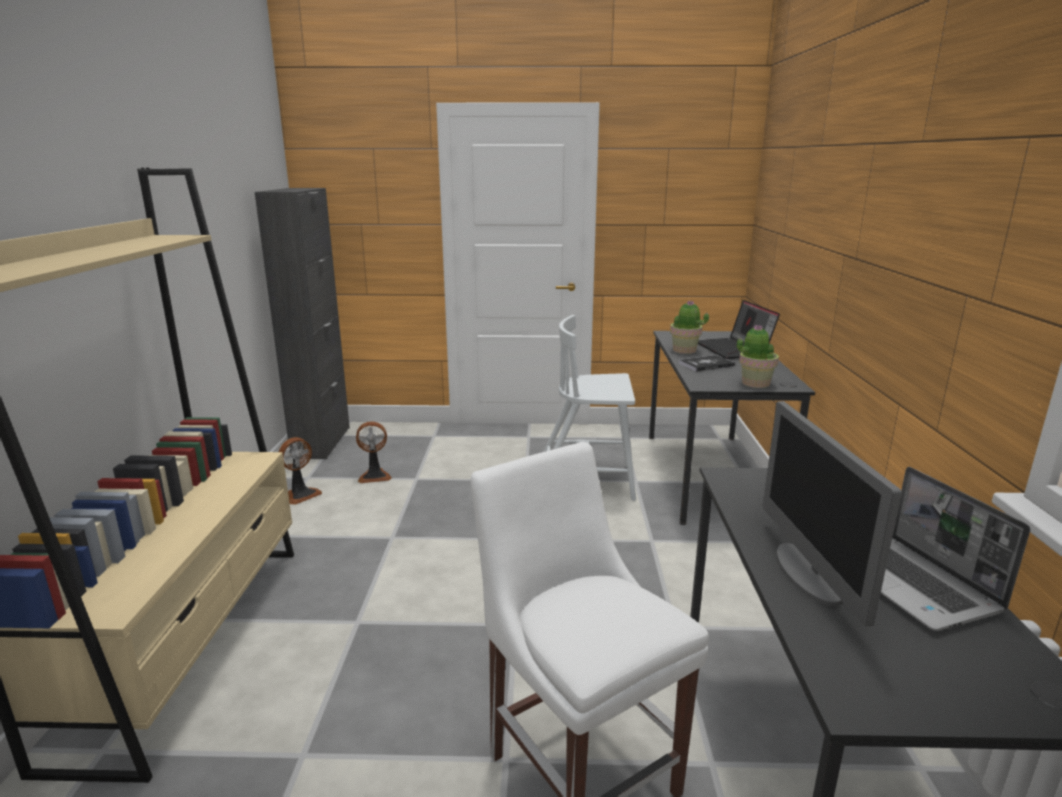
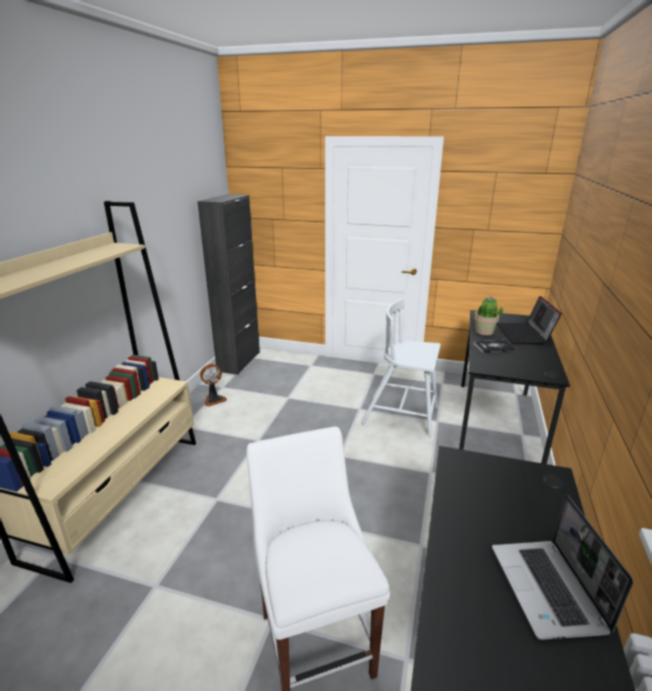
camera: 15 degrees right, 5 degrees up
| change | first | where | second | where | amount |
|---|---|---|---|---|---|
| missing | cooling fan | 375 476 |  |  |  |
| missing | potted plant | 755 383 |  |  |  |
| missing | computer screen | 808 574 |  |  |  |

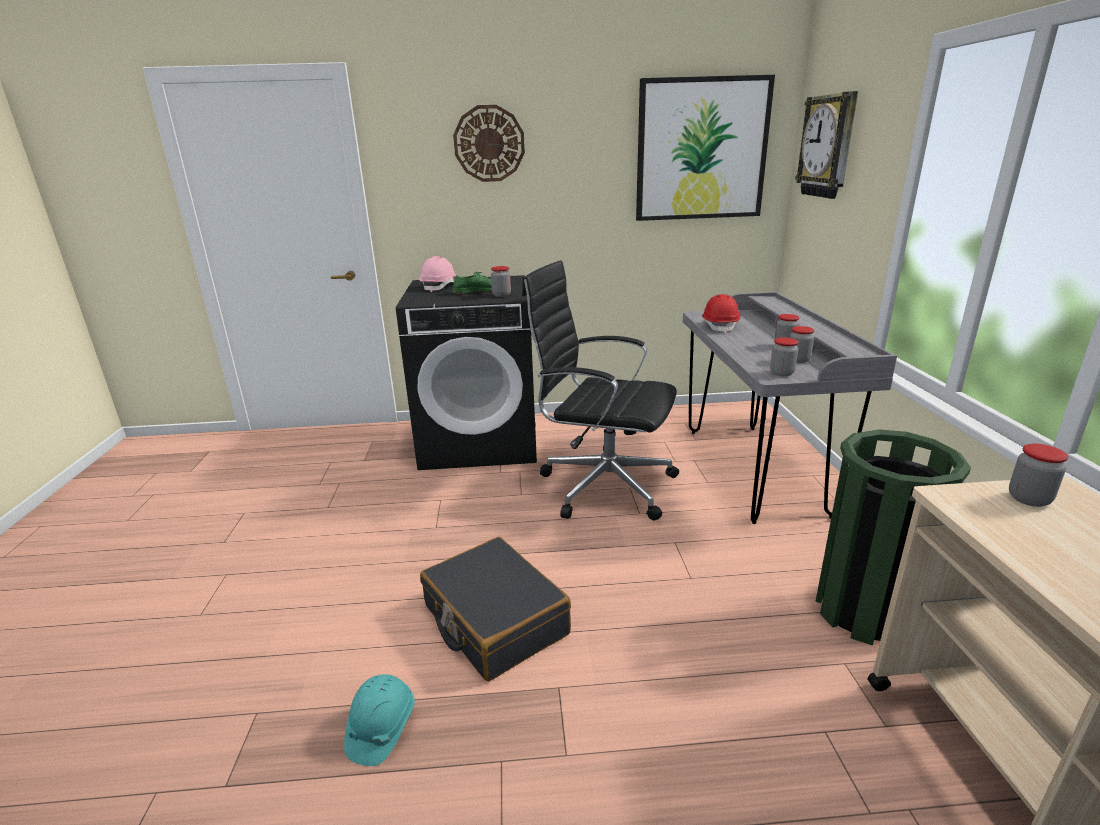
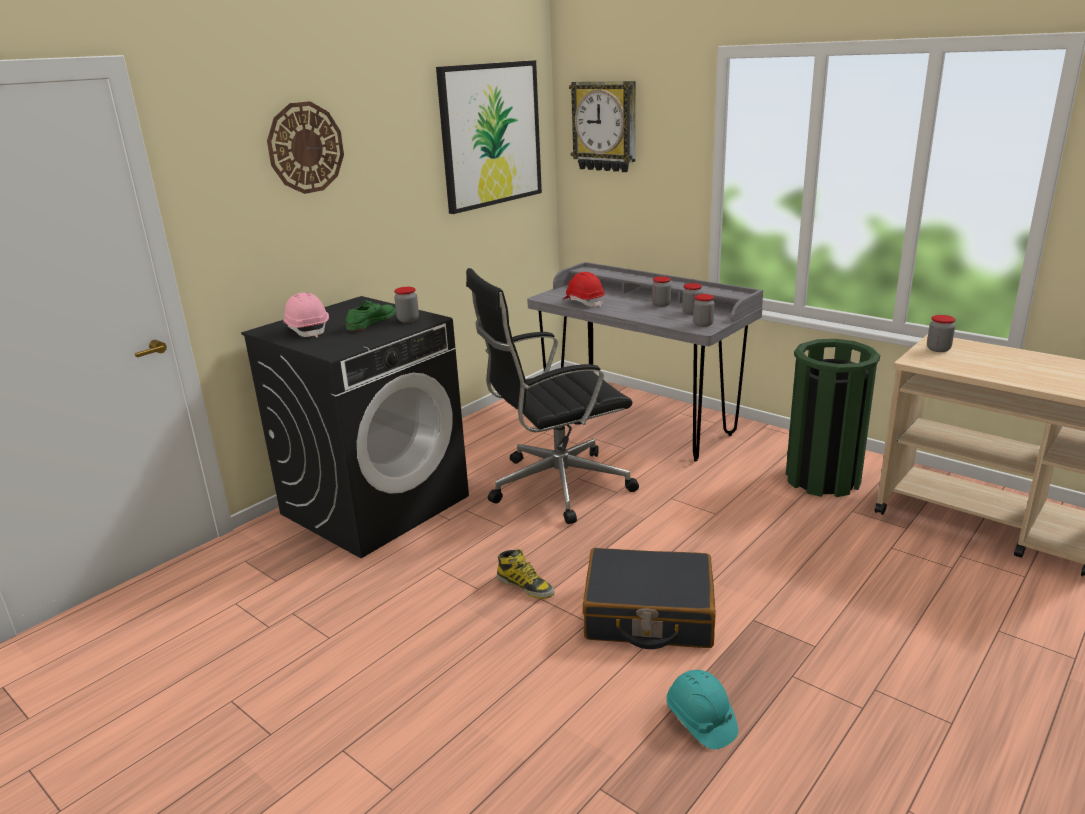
camera: 45 degrees left, 0 degrees up
| change | first | where | second | where | amount |
|---|---|---|---|---|---|
| appeared |  |  | high-top boot | 526 586 |  |

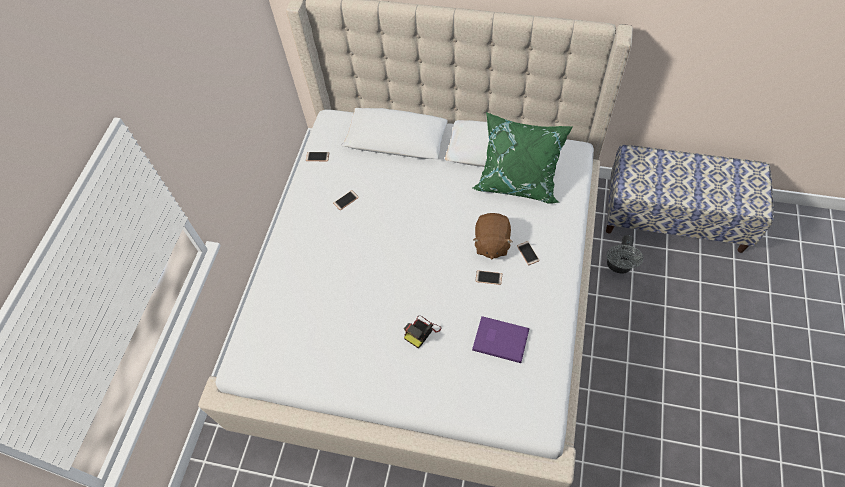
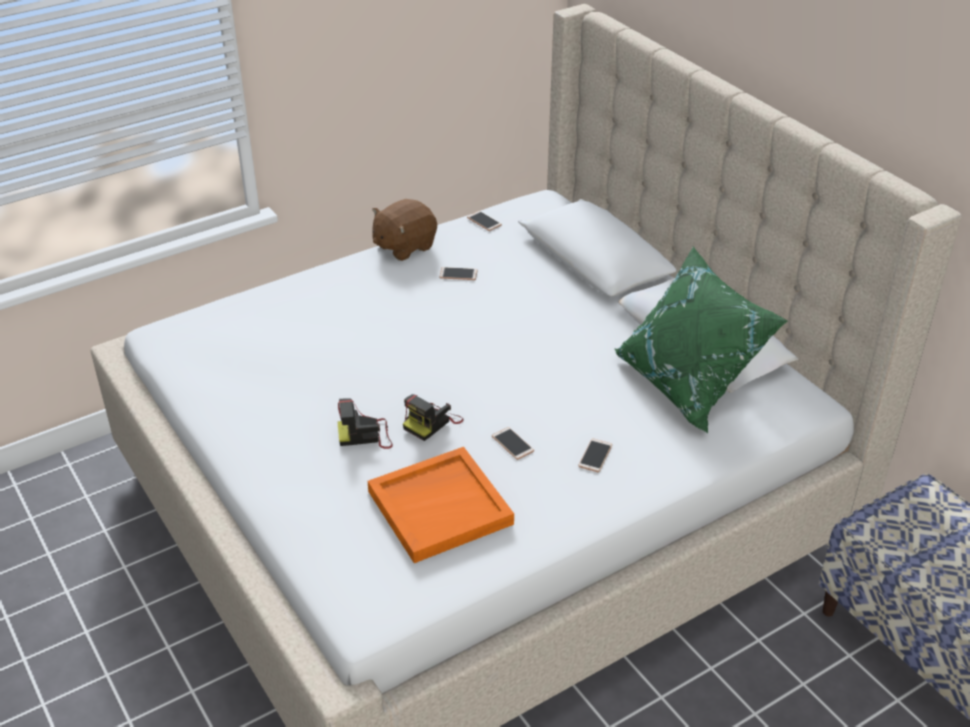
camera: 40 degrees right, 20 degrees down
| change | first | where | second | where | amount |
|---|---|---|---|---|---|
| missing | gray cooling fan | 619 266 |  |  |  |
| appeared |  |  | photo camera | 432 422 |  |
| relocated | brownish cuddly toy | 491 243 |  | 404 246 |  |
| exchanged | purplish book | 500 339 | orangey serving tray | 440 506 |  |

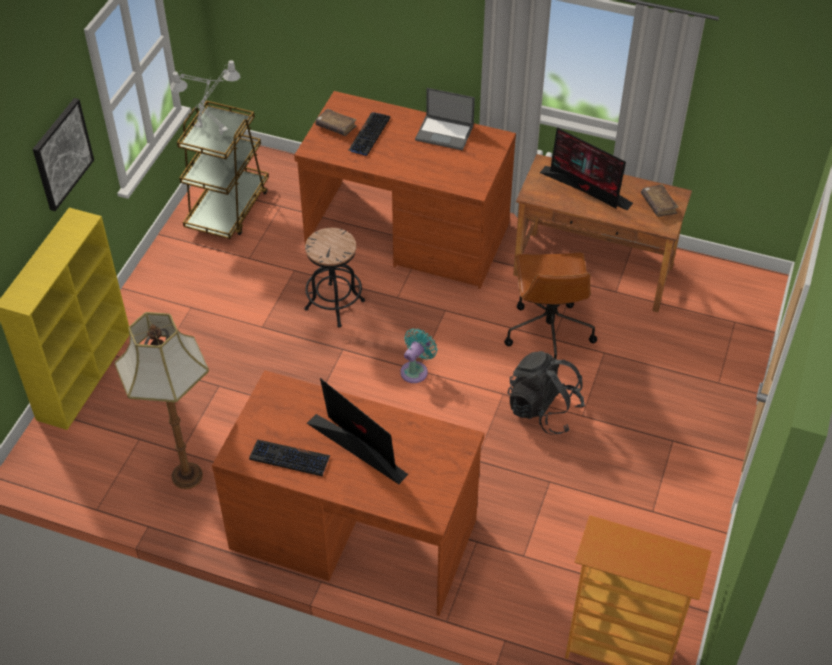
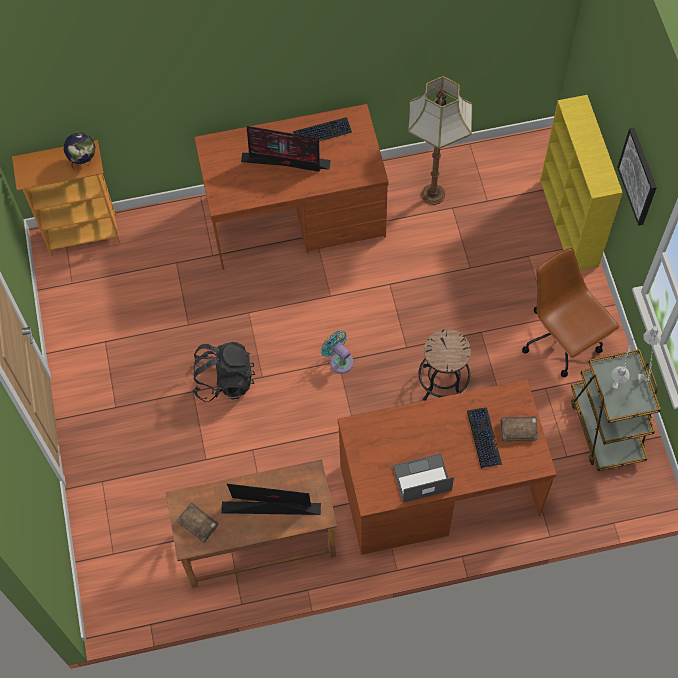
camera: 150 degrees right, 15 degrees up
| change | first | where | second | where | amount |
|---|---|---|---|---|---|
| appeared |  |  | desk globe | 84 161 |  |
| relocated | brownish office chair | 548 332 |  | 562 340 |  |
| spun | blue-green cooling fan | 416 370 |  | 339 360 | 135 degrees clockwise |

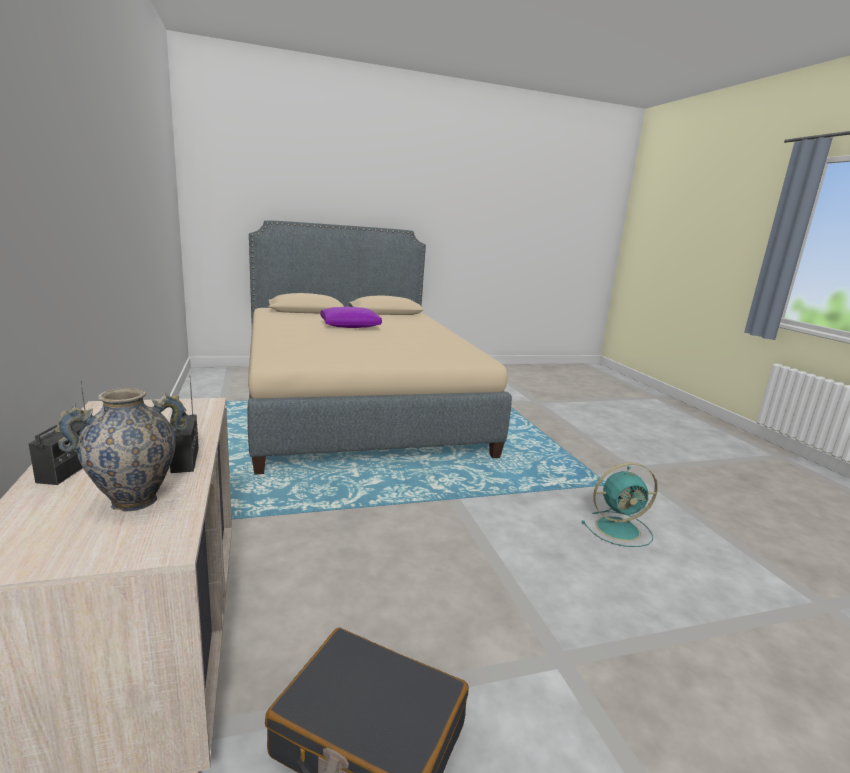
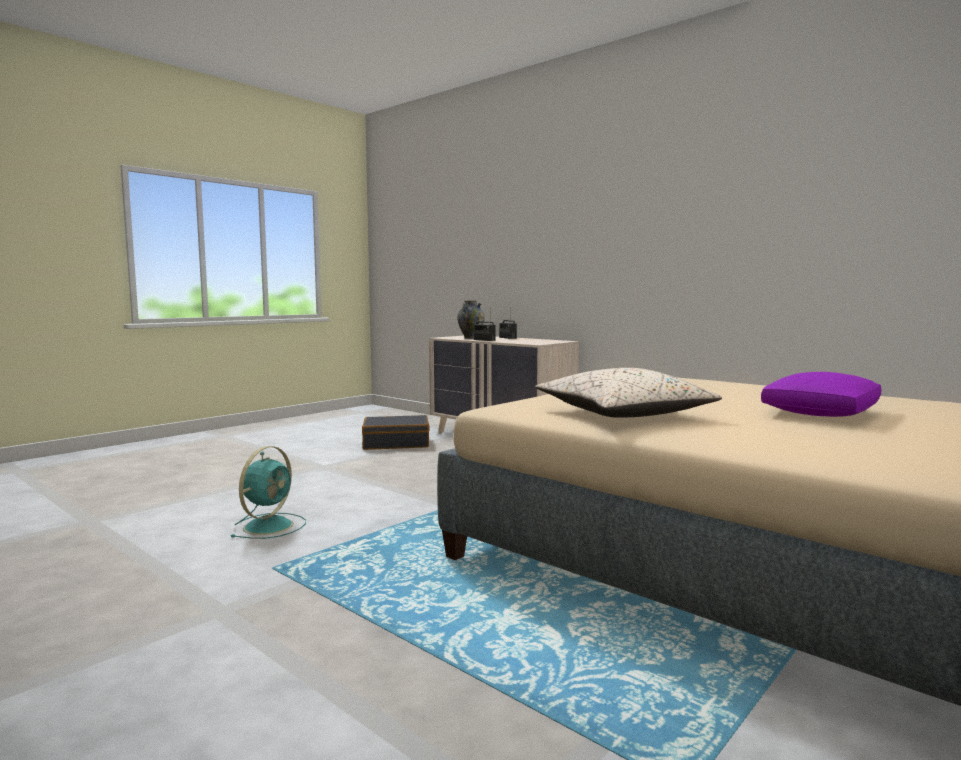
camera: 150 degrees right, 10 degrees down
| change | first | where | second | where | amount |
|---|---|---|---|---|---|
| appeared |  |  | beige throw pillow | 624 414 |  |
| spun | blue-green cooling fan | 619 529 |  | 270 525 | 150 degrees clockwise |

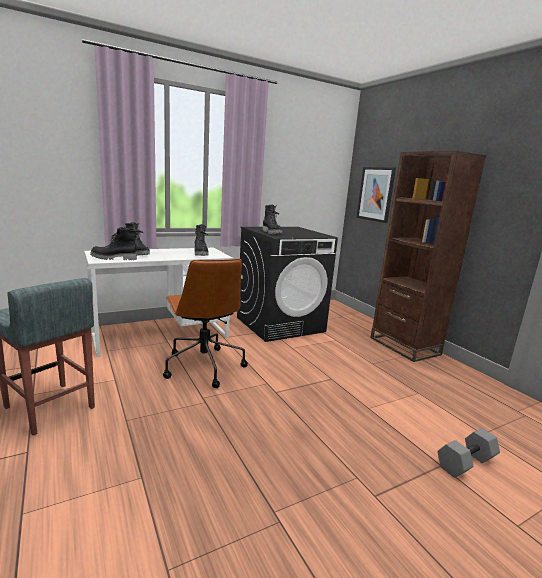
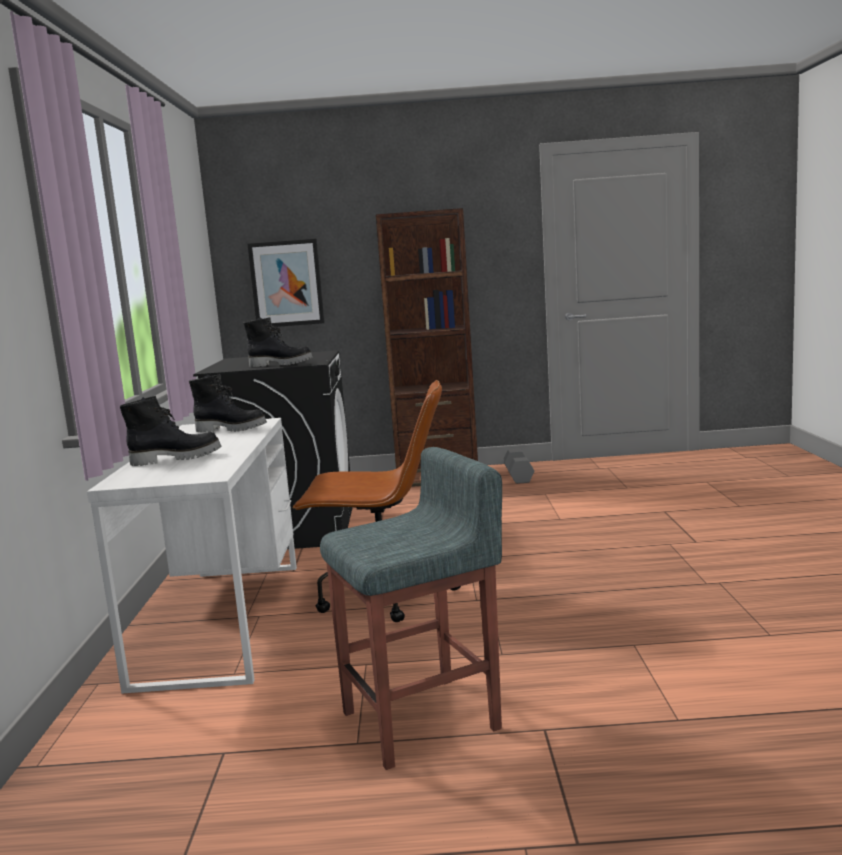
camera: 60 degrees left, 5 degrees down
| change | first | where | second | where | amount |
|---|---|---|---|---|---|
| missing | black-coloured high-top boot | 113 258 |  |  |  |
| relocated | gray dumbbell | 466 463 |  | 519 476 |  |

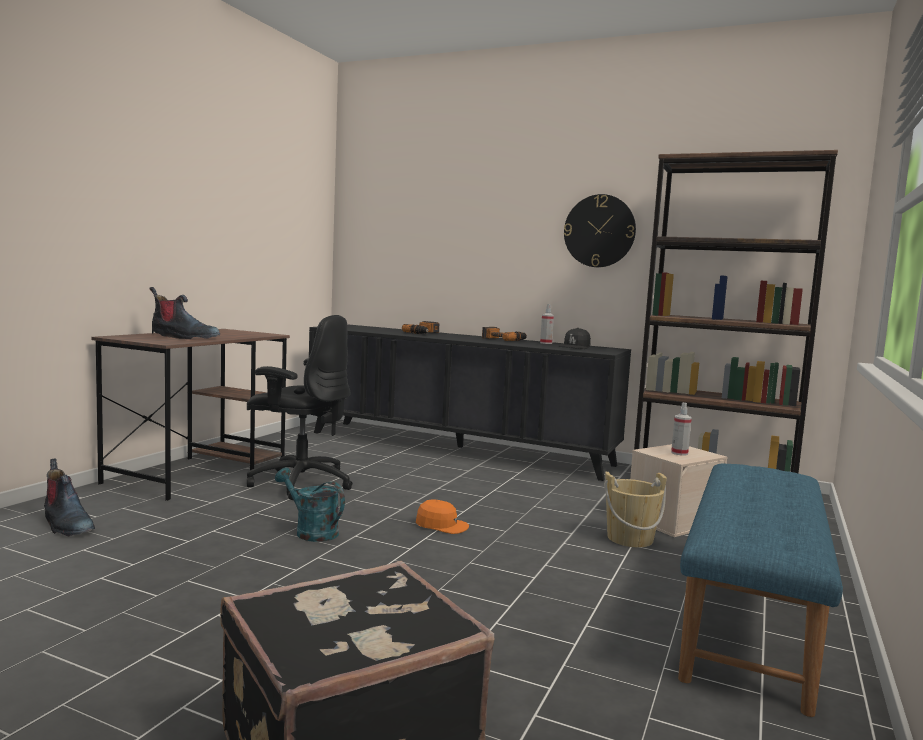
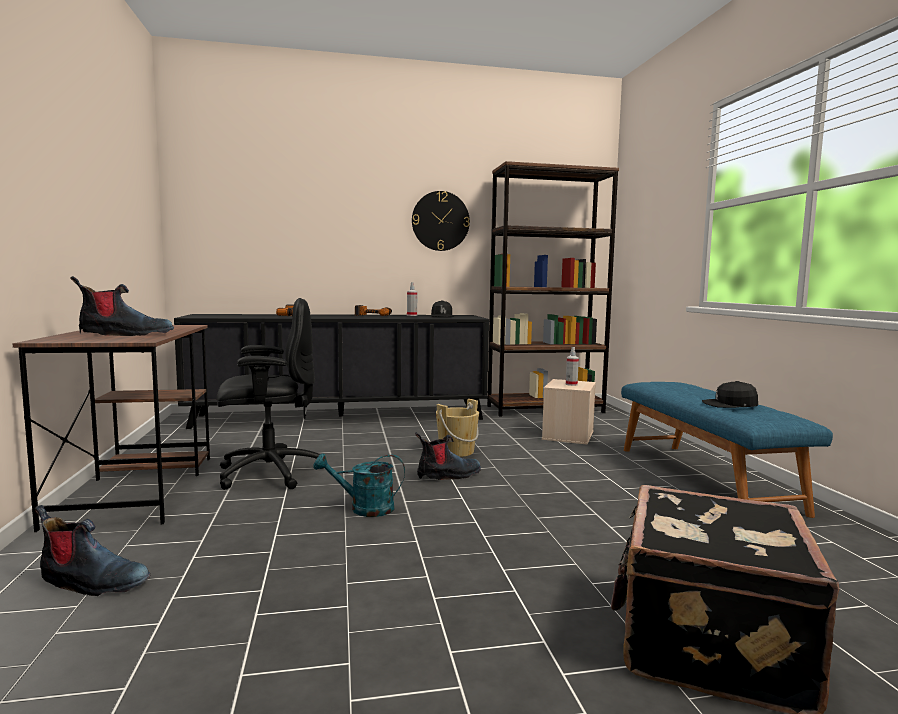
camera: 35 degrees left, 0 degrees up
| change | first | where | second | where | amount |
|---|---|---|---|---|---|
| appeared |  |  | black-coloured baseball cap | 730 405 |  |
| relocated | beige water bucket | 630 538 |  | 456 451 |  |
| exchanged | orangey baseball cap | 441 525 | high-top boot | 448 475 |  |

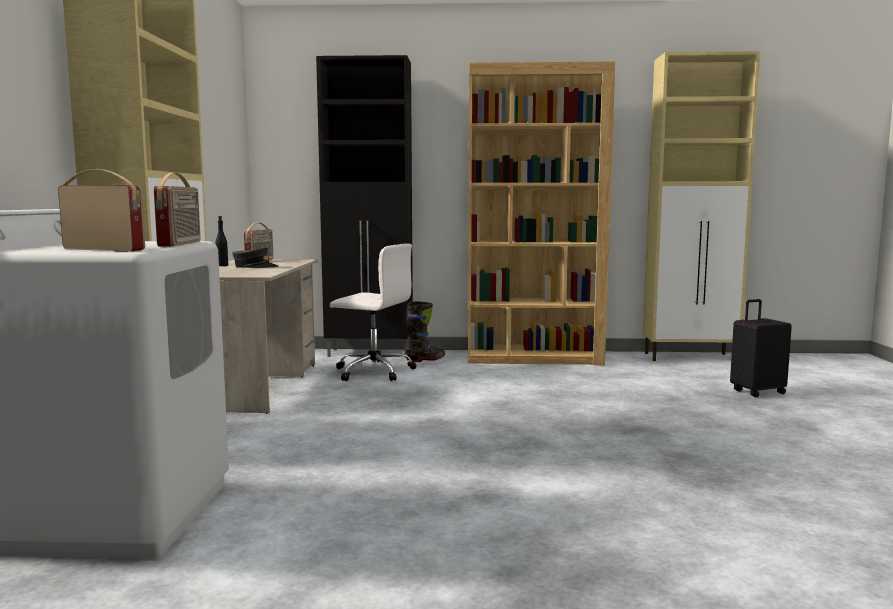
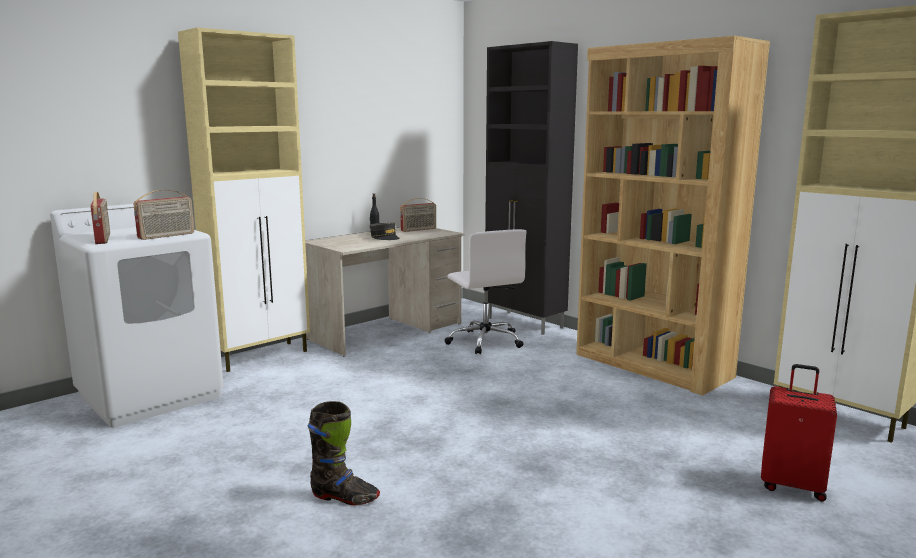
camera: 45 degrees right, 5 degrees up
| change | first | where | second | where | amount |
|---|---|---|---|---|---|
| relocated | black-coloured high-top boot | 425 359 |  | 344 497 |  |
| colour | black-coloured travel case | 757 392 | red-coloured travel case | 792 486 |  |

